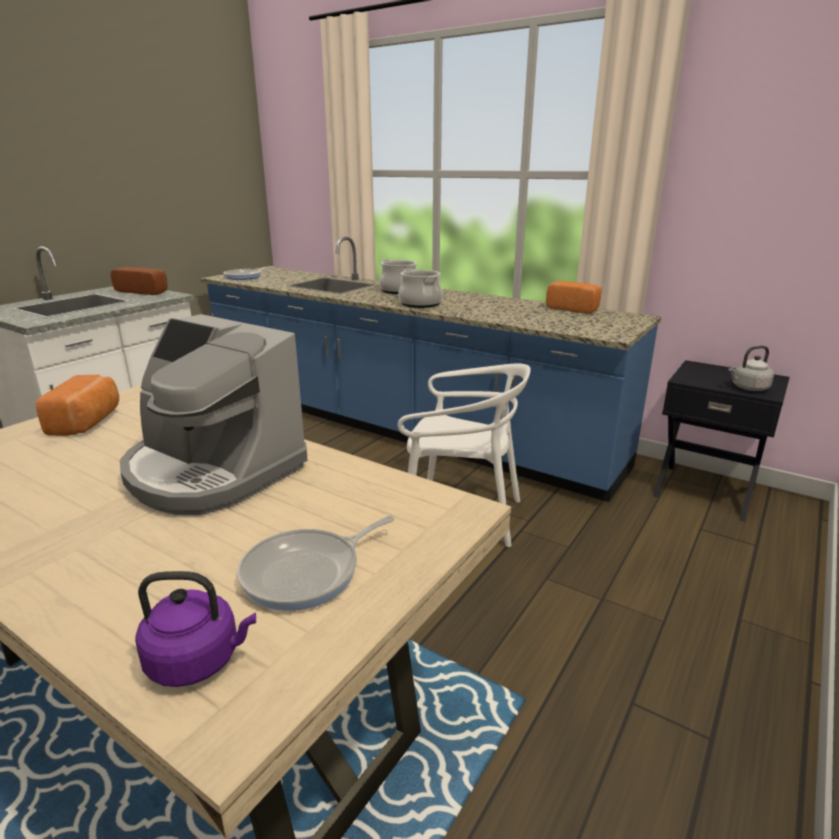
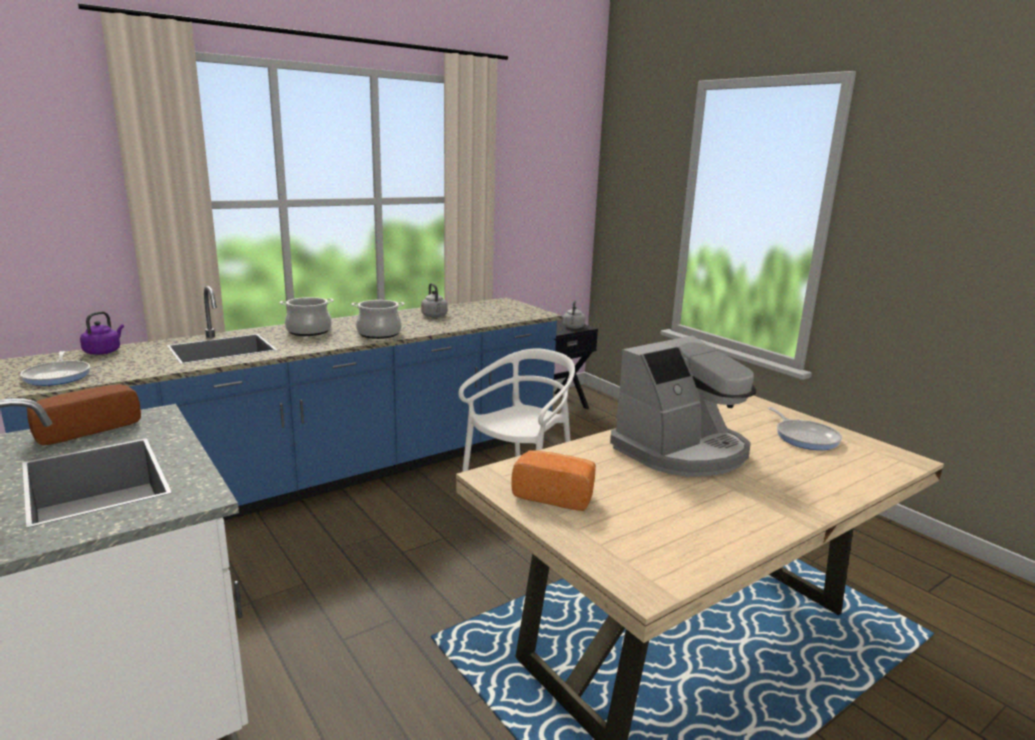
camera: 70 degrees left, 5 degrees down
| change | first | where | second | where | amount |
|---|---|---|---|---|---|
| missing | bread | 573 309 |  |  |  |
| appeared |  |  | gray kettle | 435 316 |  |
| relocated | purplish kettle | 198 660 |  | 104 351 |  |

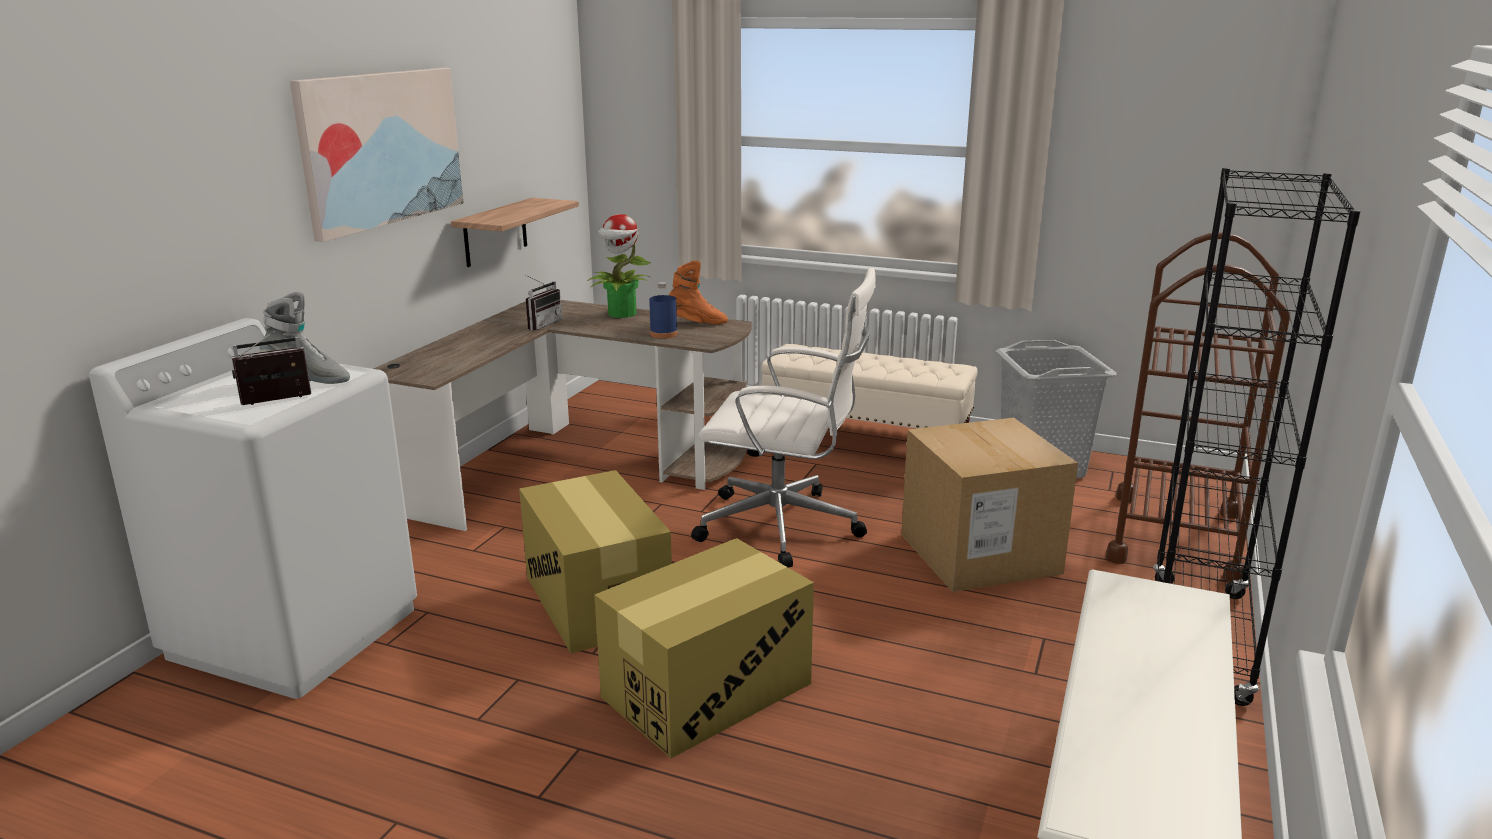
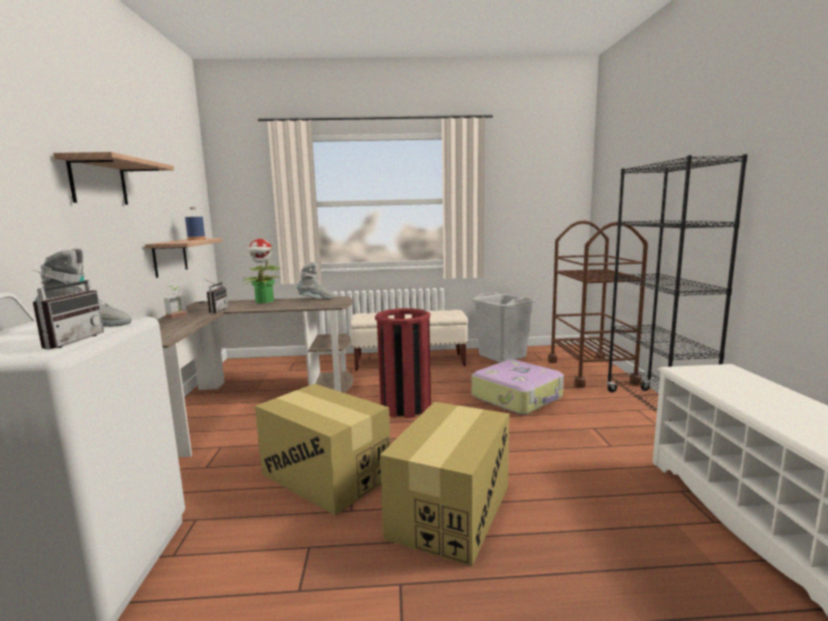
camera: 25 degrees left, 10 degrees down
| change | first | where | second | where | amount |
|---|---|---|---|---|---|
| appeared |  |  | potted plant | 179 317 |  |
| relocated | bluish beverage bottle | 663 334 |  | 196 239 |  |
| exchanged | wall art | 381 148 | shelf | 99 182 |  |
| exchanged | whitish office chair | 784 527 | red-coloured waste bin | 405 407 |  |
| exchanged | cardboard box | 979 553 | travel case | 518 397 |  |
| colour | orangey high-top boot | 697 322 | gray high-top boot | 317 299 |  |
| spun | radio | 276 402 |  | 68 341 | 150 degrees clockwise |

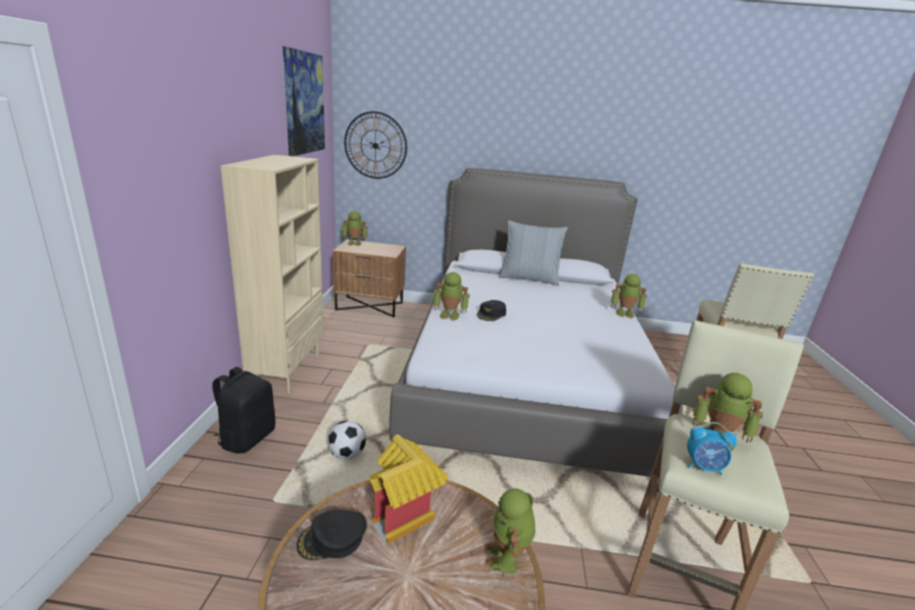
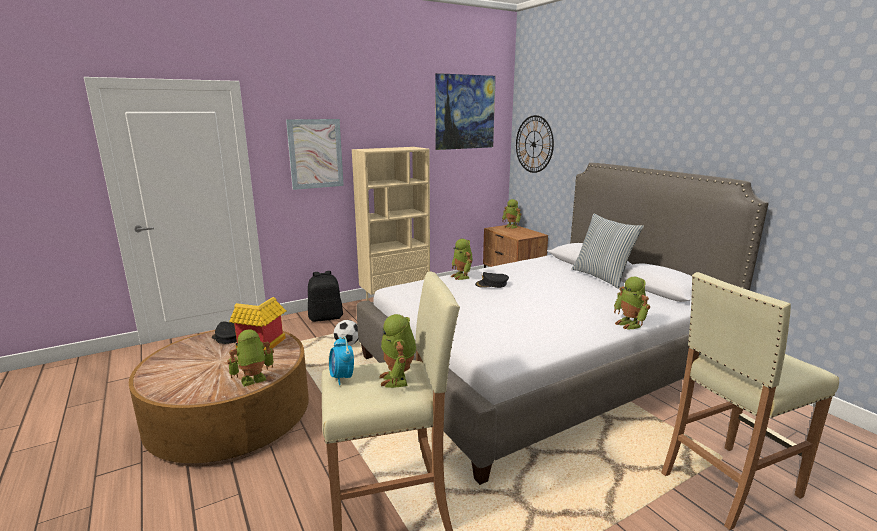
camera: 55 degrees right, 5 degrees down
| change | first | where | second | where | amount |
|---|---|---|---|---|---|
| appeared |  |  | wall art | 315 154 |  |

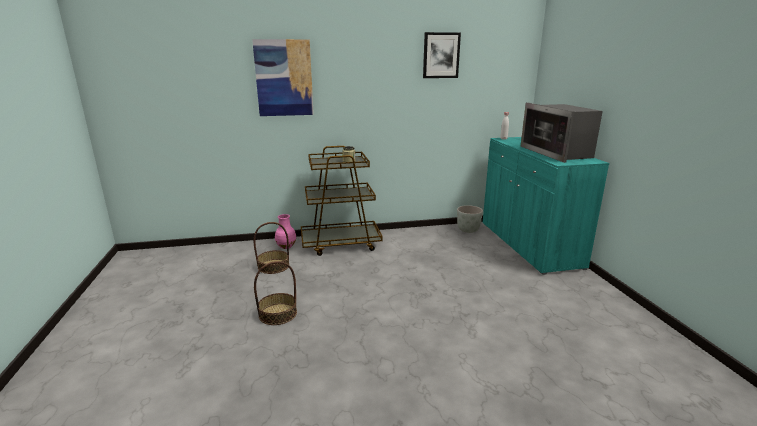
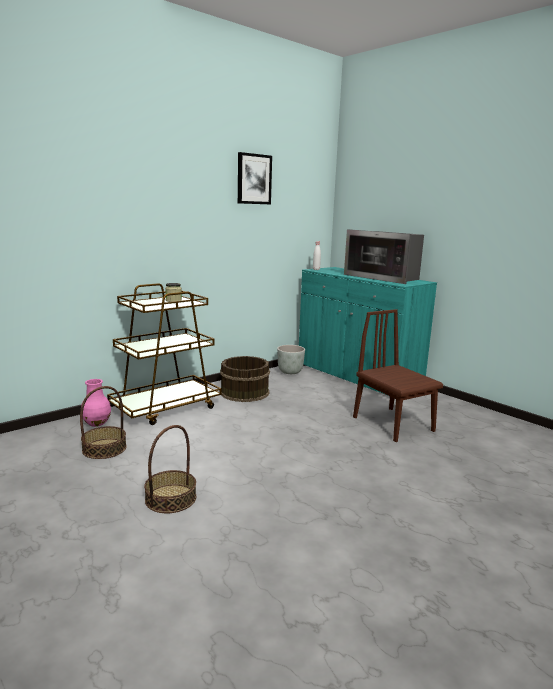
camera: 30 degrees left, 5 degrees down
| change | first | where | second | where | amount |
|---|---|---|---|---|---|
| missing | wall art | 284 78 |  |  |  |
| appeared |  |  | brownish water bucket | 244 392 |  |
| appeared |  |  | brownish plain chair | 393 424 |  |

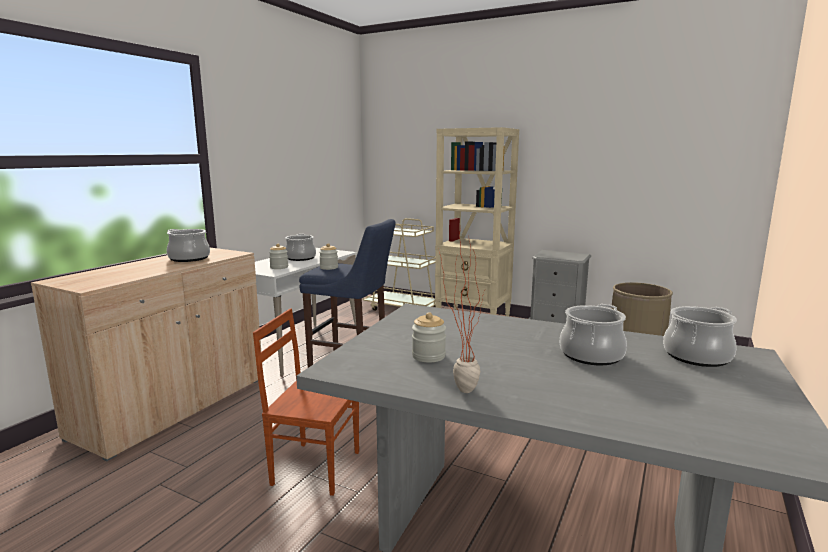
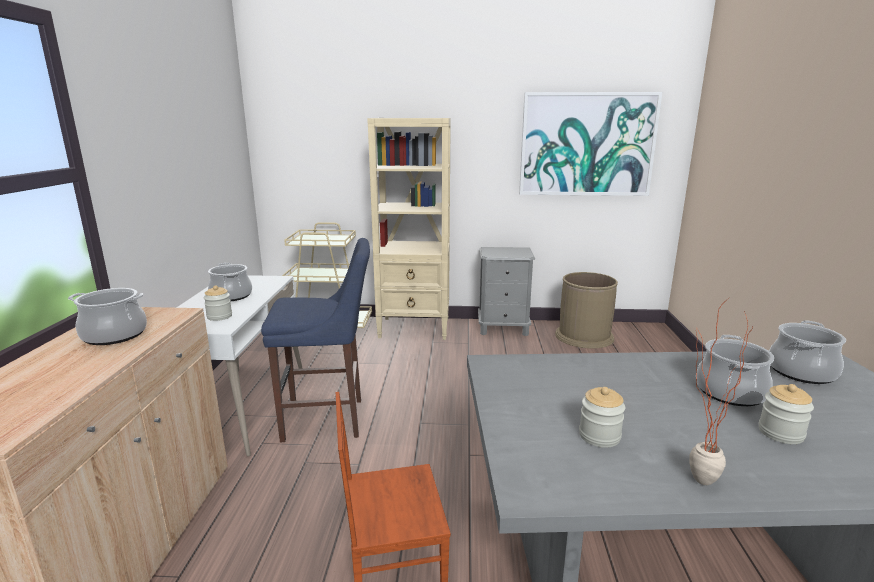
camera: 25 degrees left, 5 degrees up
| change | first | where | second | where | amount |
|---|---|---|---|---|---|
| appeared |  |  | wall art | 587 144 |  |
| relocated | preserve jar | 329 267 |  | 780 433 |  |

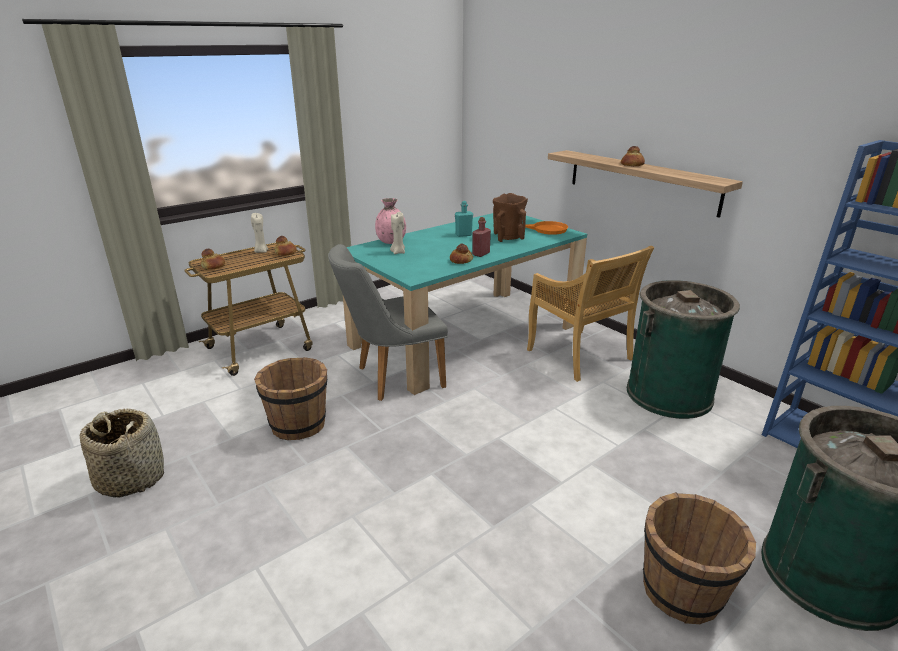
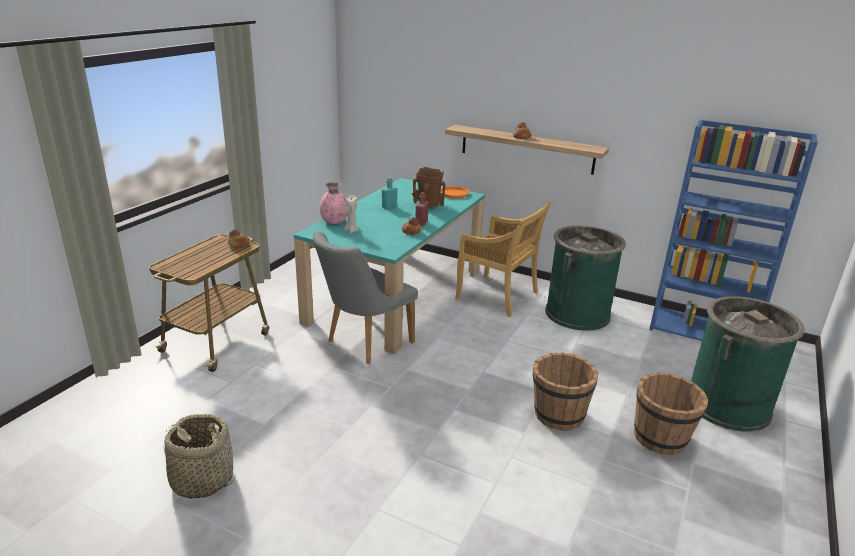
camera: 25 degrees left, 0 degrees up
| change | first | where | second | where | amount |
|---|---|---|---|---|---|
| missing | bread | 213 266 |  |  |  |
| missing | beige wax light | 261 251 |  |  |  |
| relocated | brownish water bucket | 298 424 |  | 558 415 |  |

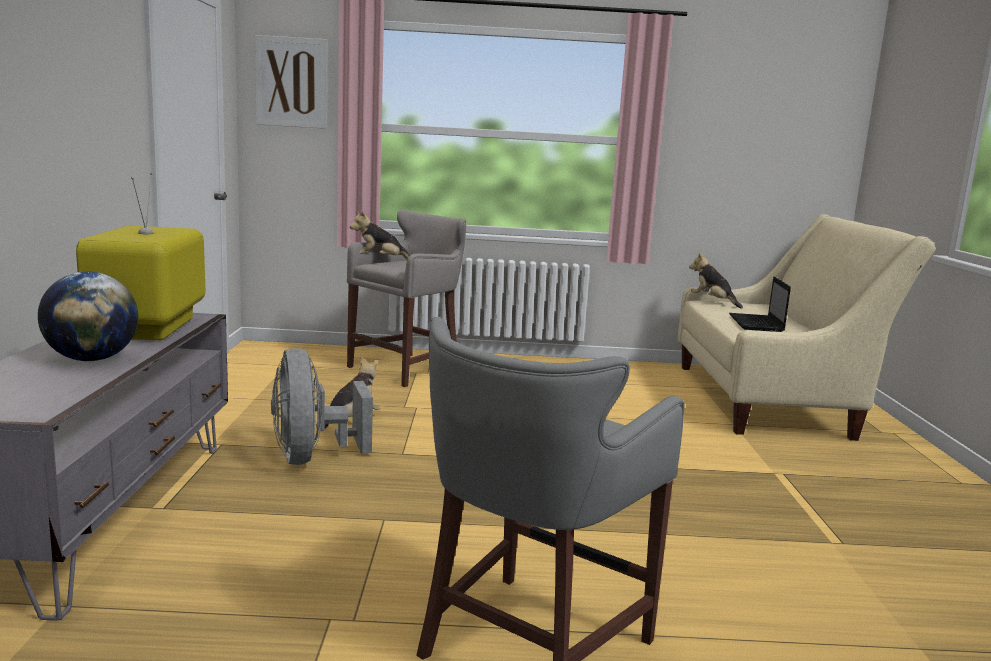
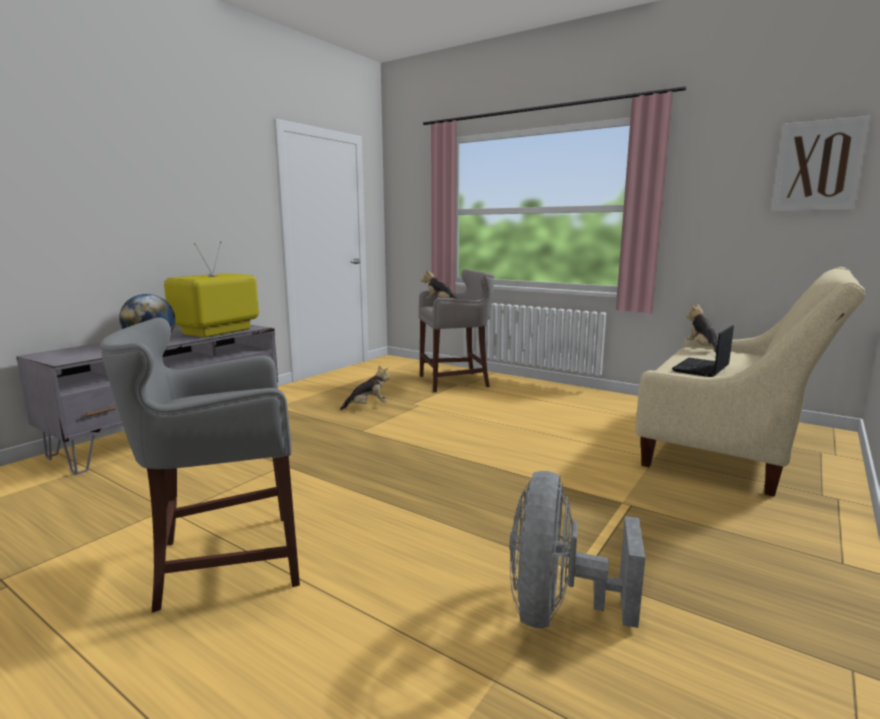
camera: 35 degrees right, 0 degrees up
| change | first | where | second | where | amount |
|---|---|---|---|---|---|
| relocated | wall art | 291 82 |  | 818 166 |  |
| relocated | gray cooling fan | 311 457 |  | 558 610 |  |

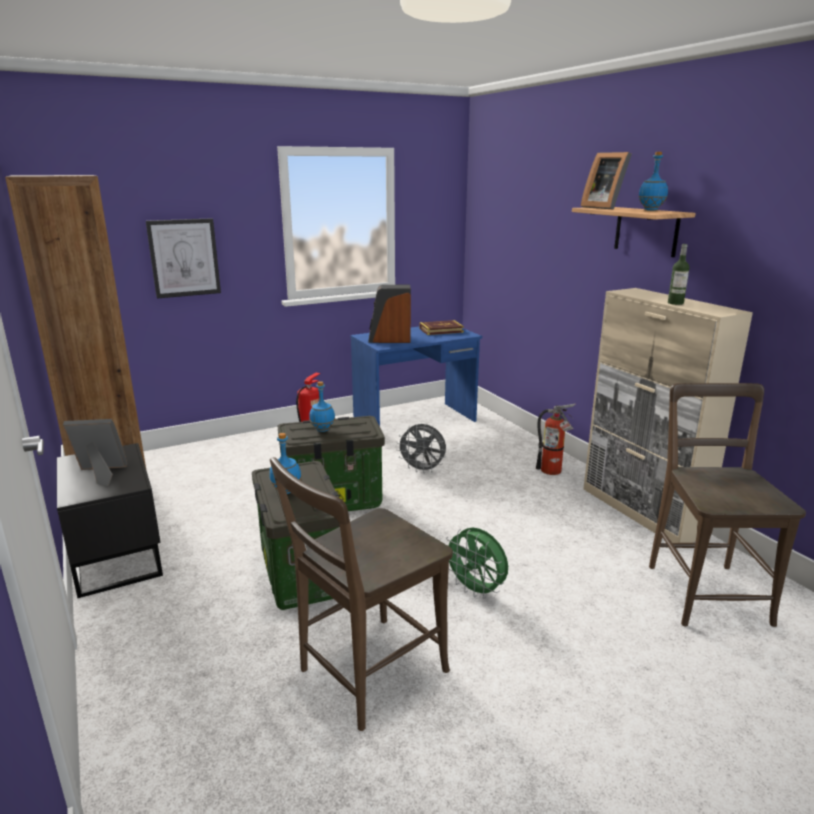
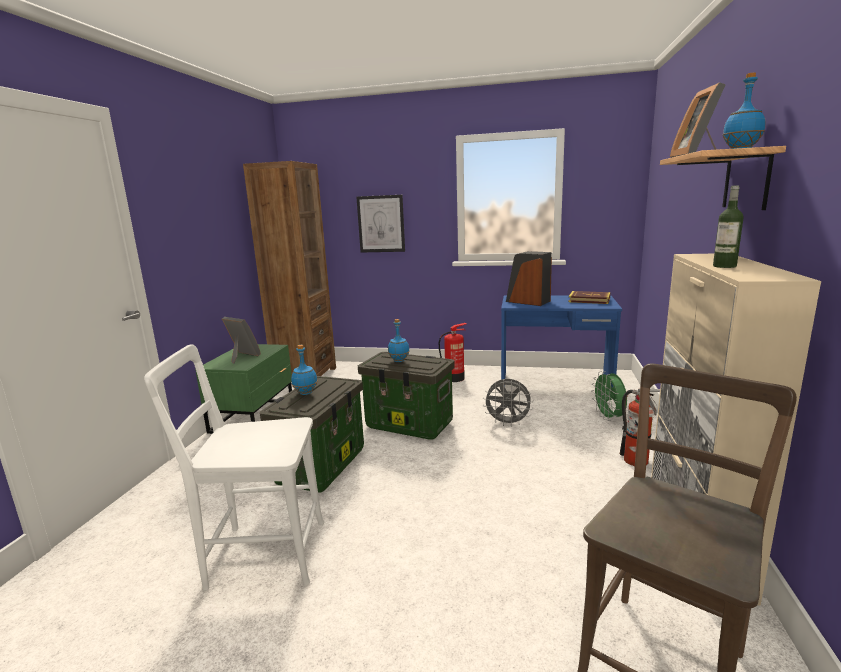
camera: 40 degrees right, 5 degrees down
| change | first | where | second | where | amount |
|---|---|---|---|---|---|
| relocated | greenish cooling fan | 476 590 |  | 609 417 |  |
| colour | black-coloured night table | 119 554 | greenish night table | 255 416 |  |
| colour | brownish plain chair | 367 674 | whitish plain chair | 260 554 |  |
| spun | gray cooling fan | 422 470 |  | 508 423 | 45 degrees counterclockwise |

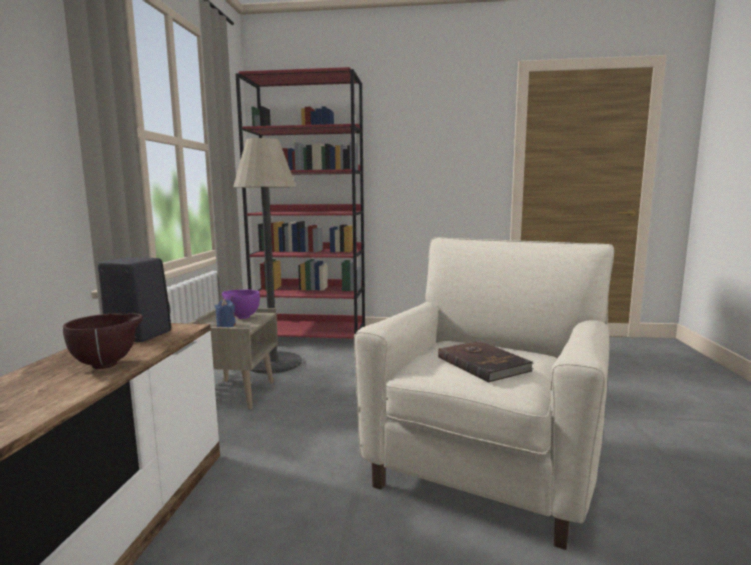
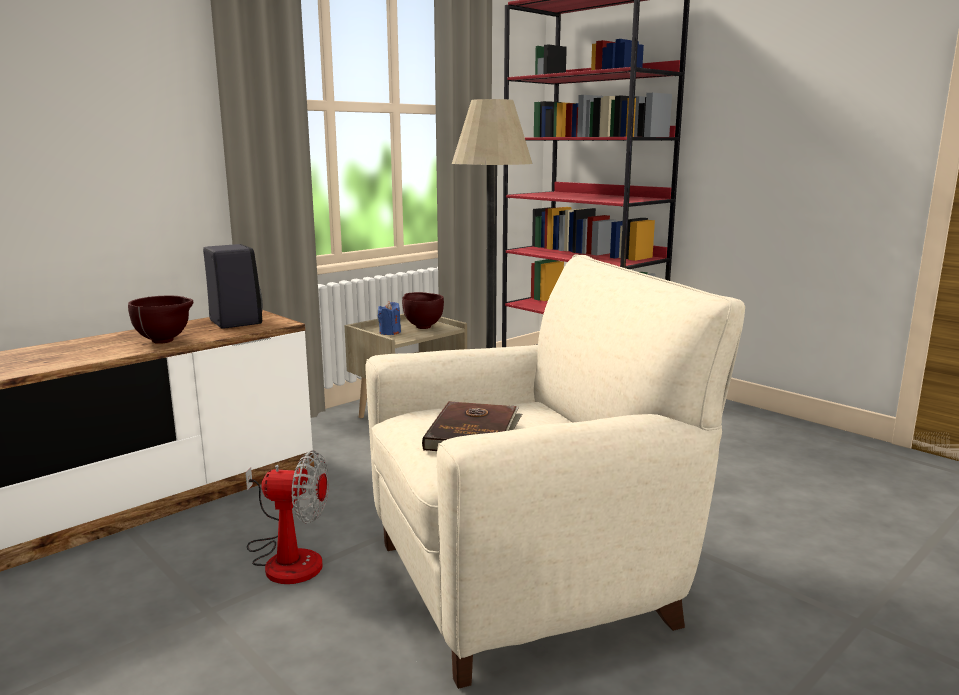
camera: 40 degrees right, 5 degrees up
| change | first | where | second | where | amount |
|---|---|---|---|---|---|
| appeared |  |  | cooling fan | 287 558 |  |
| colour | purplish serving bowl | 242 317 | brownish serving bowl | 422 326 |  |

